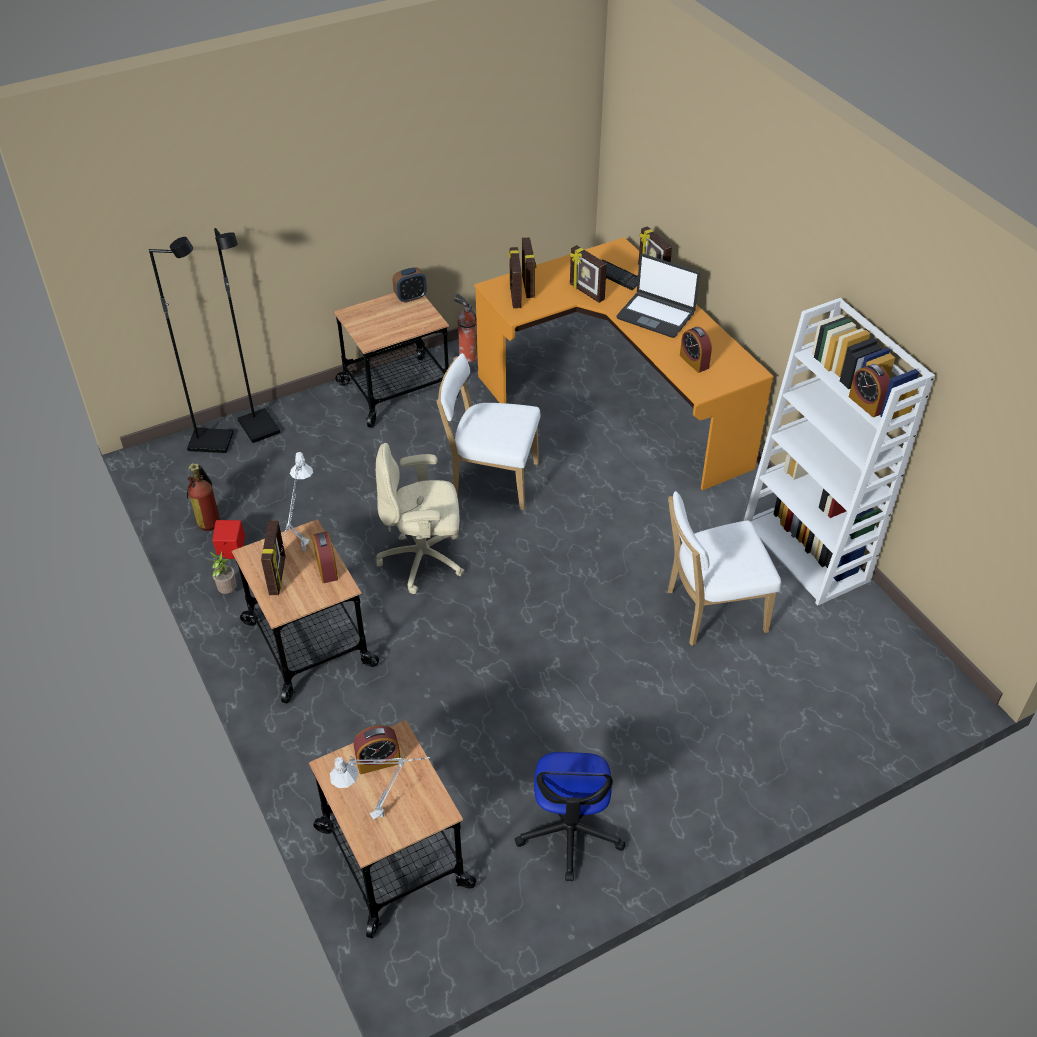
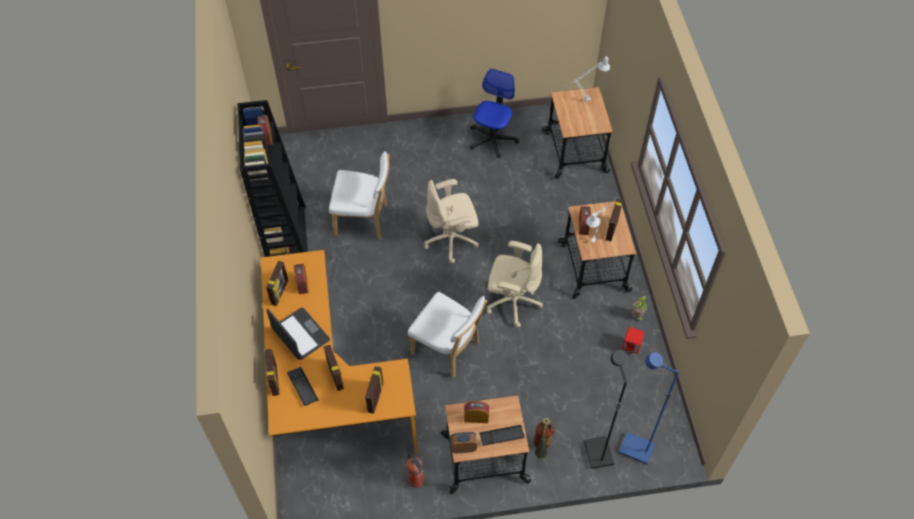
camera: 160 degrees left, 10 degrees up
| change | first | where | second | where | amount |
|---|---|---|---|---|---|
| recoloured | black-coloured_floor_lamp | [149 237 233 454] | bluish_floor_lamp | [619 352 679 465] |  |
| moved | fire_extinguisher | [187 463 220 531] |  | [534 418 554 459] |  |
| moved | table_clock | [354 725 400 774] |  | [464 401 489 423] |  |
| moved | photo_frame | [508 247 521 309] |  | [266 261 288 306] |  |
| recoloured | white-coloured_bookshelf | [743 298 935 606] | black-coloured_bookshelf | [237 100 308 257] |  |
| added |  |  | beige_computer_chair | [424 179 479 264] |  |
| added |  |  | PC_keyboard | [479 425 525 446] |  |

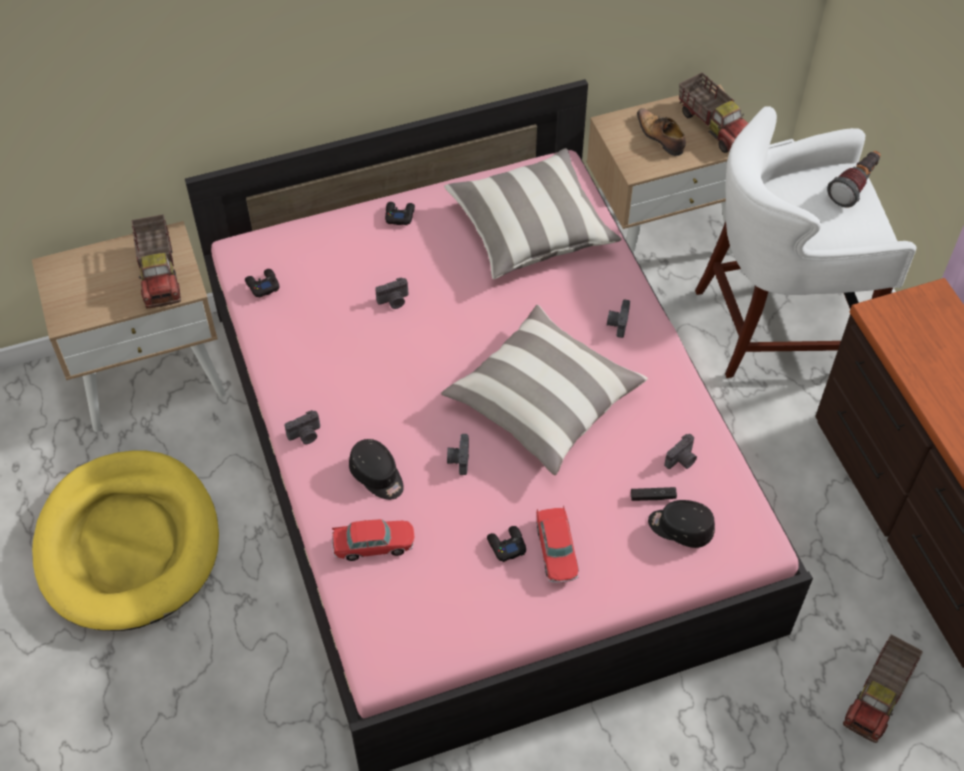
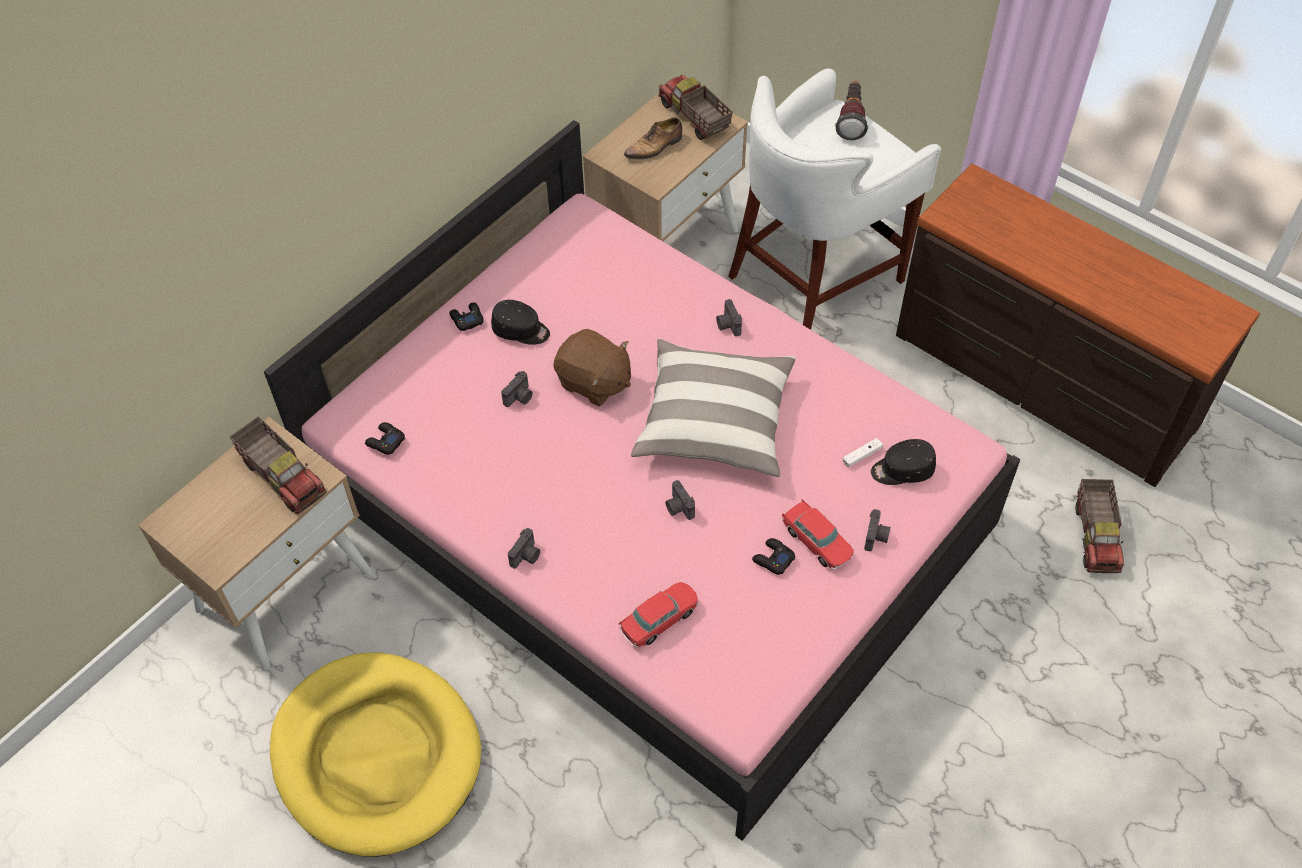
camera: 30 degrees left, 0 degrees up
| change | first | where | second | where | amount |
|---|---|---|---|---|---|
| moved | black-coloured_cap | [349 439 404 500] |  | [491 300 550 345] |  |
| removed | pillow | [444 148 621 279] |  |  |  |
| recoloured | black-coloured_game_controller | [631 487 677 501] | white-coloured_game_controller | [843 438 883 468] |  |
| turned | shoe | [637 108 686 156] |  | [624 117 682 159] | 60 degrees counterclockwise |
| moved | photo_camera | [664 434 697 469] |  | [864 509 890 551] |  |
| turned | toy_truck | [679 72 748 153] |  | [659 75 733 140] | 150 degrees counterclockwise |
| added |  |  | brown-coloured_cuddly_toy | [553 329 631 406] |  |

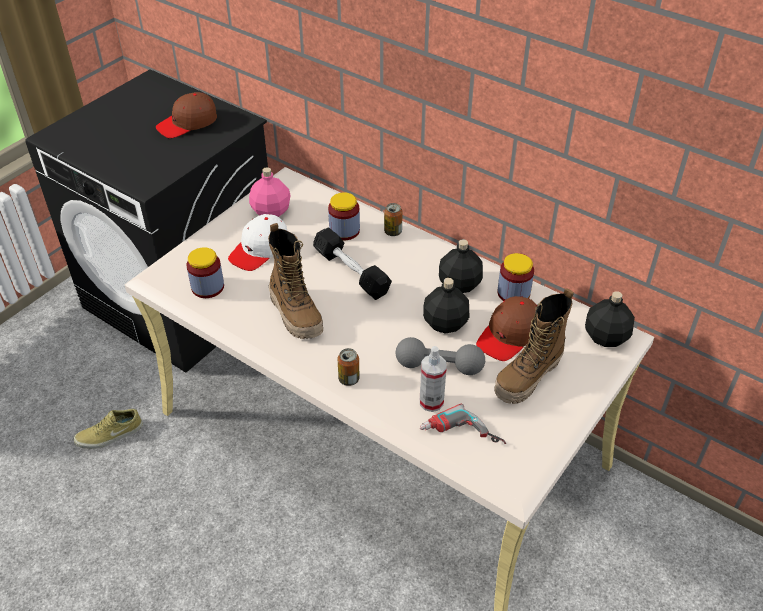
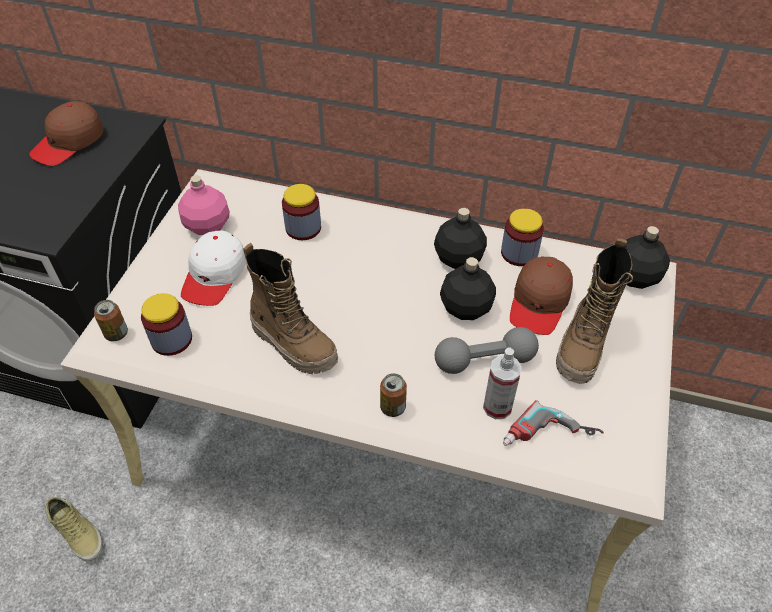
camera: 20 degrees left, 5 degrees up
| change | first | where | second | where | amount |
|---|---|---|---|---|---|
| turned | beige_shoe | [74 409 143 449] |  | [45 497 103 562] | 90 degrees counterclockwise |
| removed | black-coloured_hand_weight | [313 228 392 300] |  |  |  |
| moved | metal_can | [384 203 403 236] |  | [94 300 128 341] |  |

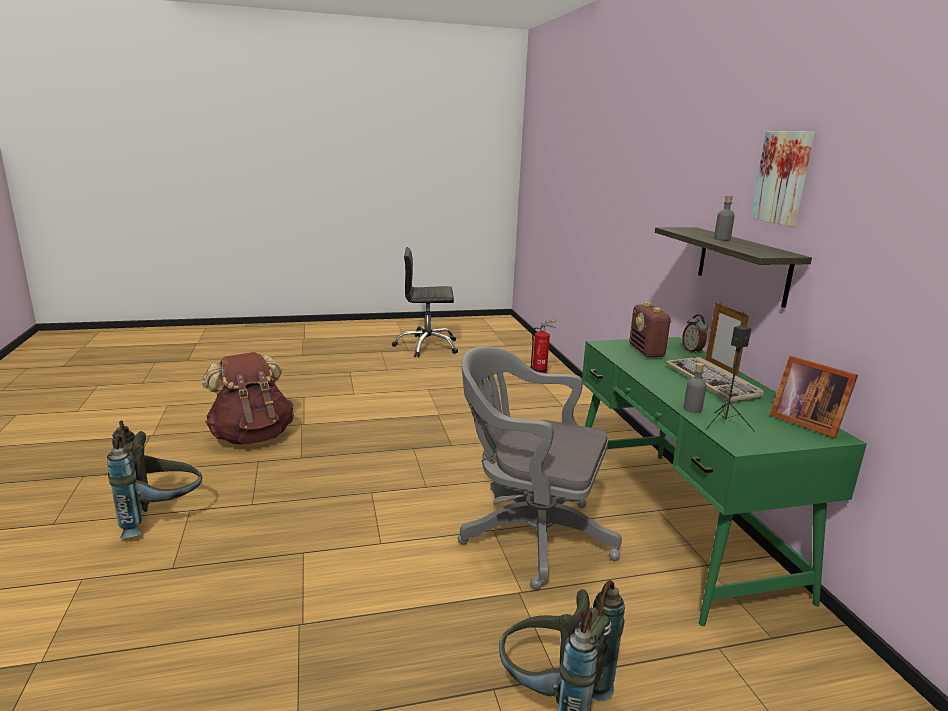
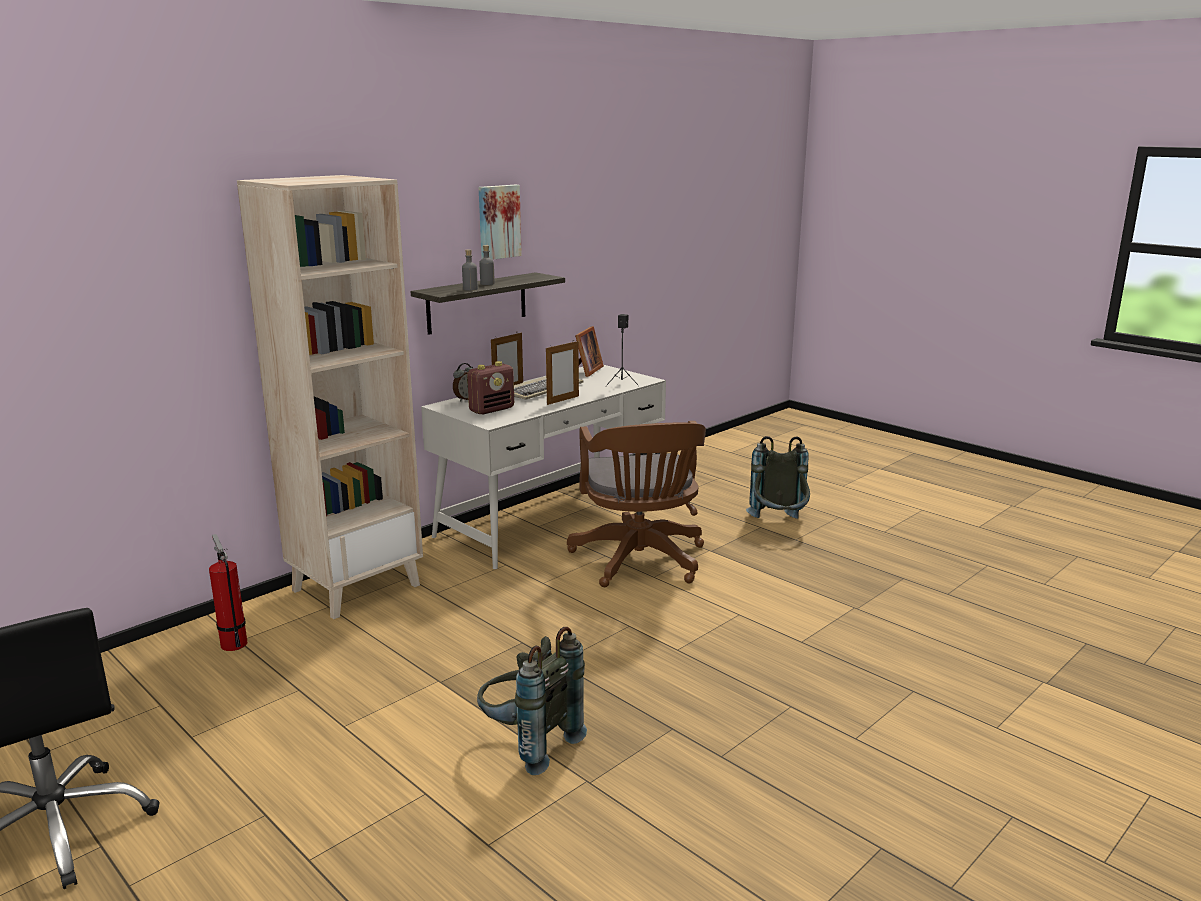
camera: 120 degrees left, 0 degrees up
| change | first | where | second | where | amount |
|---|---|---|---|---|---|
| moved | grey_backpack | [107 421 202 538] |  | [477 627 587 775] |  |
| removed | brown-coloured_backpack | [202 352 294 445] |  |  |  |
| recoloured | grey_computer_chair | [458 346 622 590] | brown-coloured_computer_chair | [567 421 706 587] |  |
| recoloured | green_desk | [582 337 867 626] | white-coloured_desk | [421 365 666 569] |  |
| moved | grey_beverage_bottle | [683 363 706 413] |  | [462 249 478 291] |  |
| added |  |  | beige_bookshelf | [237 175 423 619] |  |
| added |  |  | photo_frame | [546 341 579 405] |  |

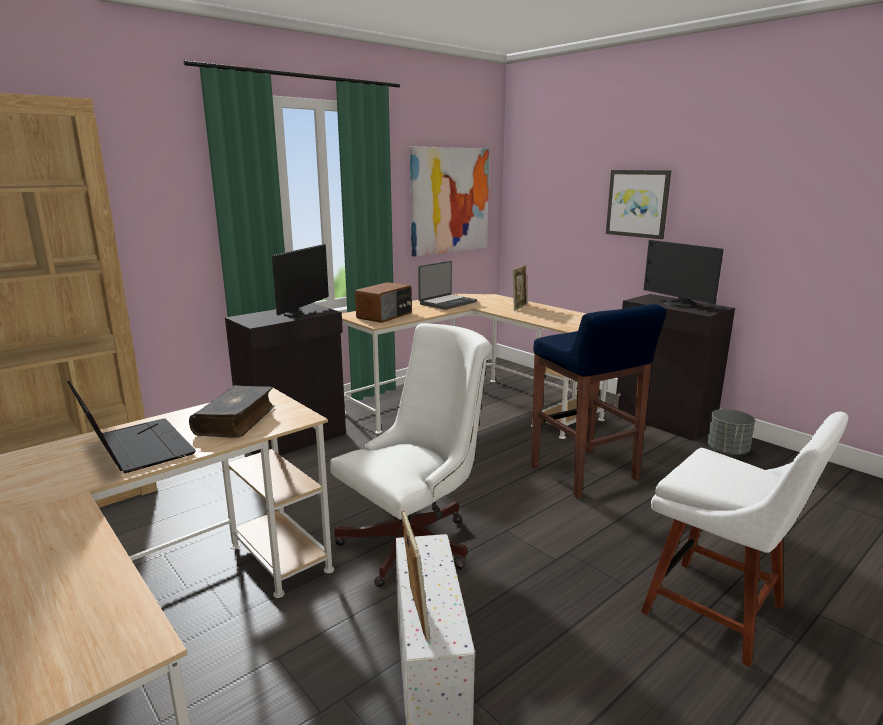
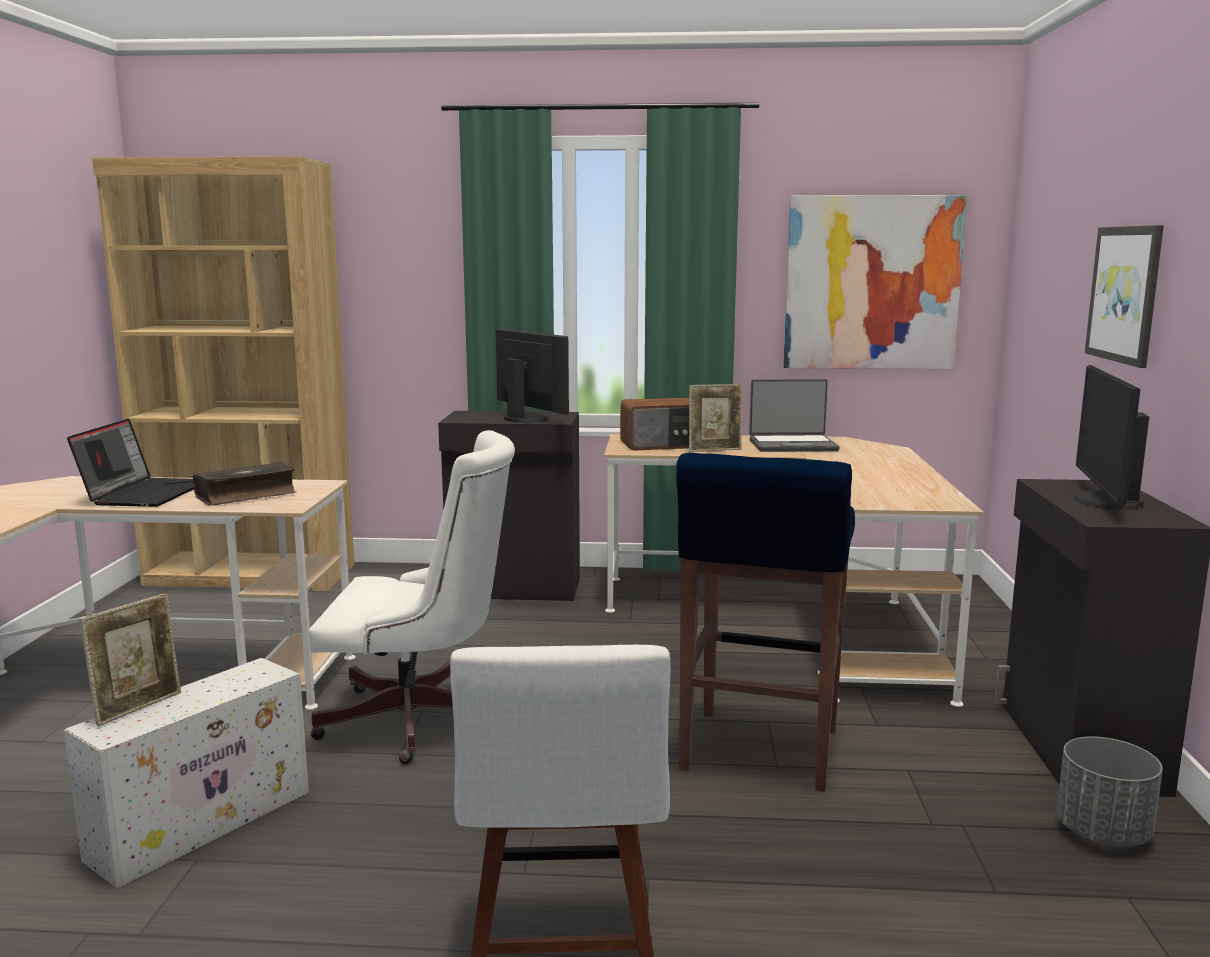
camera: 45 degrees right, 5 degrees down
| change | first | where | second | where | amount |
|---|---|---|---|---|---|
| turned | monitor | [272 244 329 318] |  | [496 328 569 423] | 105 degrees counterclockwise |
| moved | photo_frame | [512 265 527 311] |  | [689 384 742 452] |  |

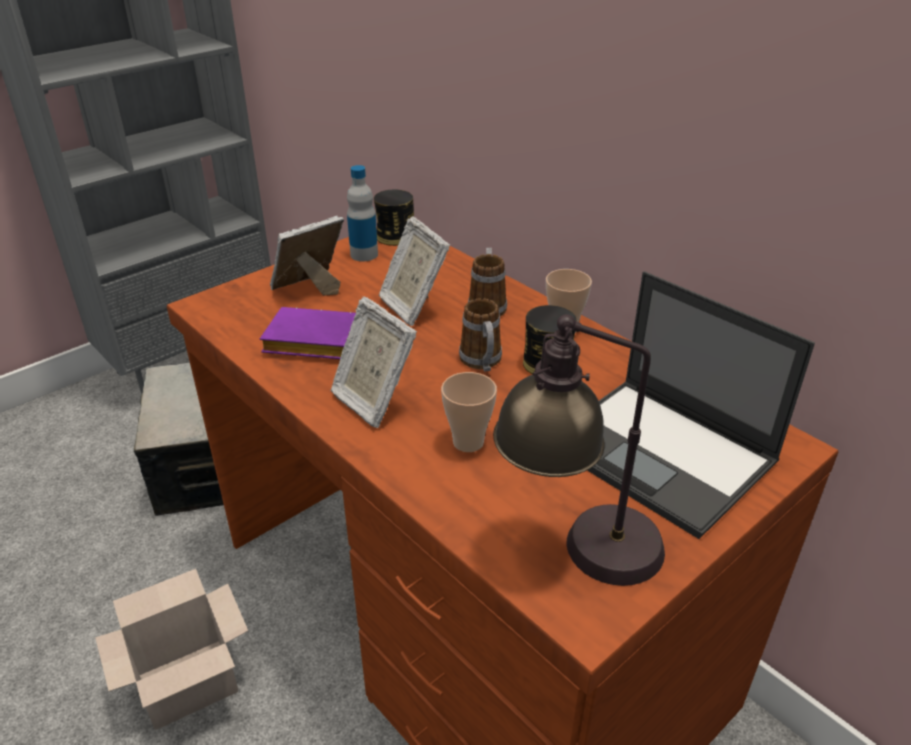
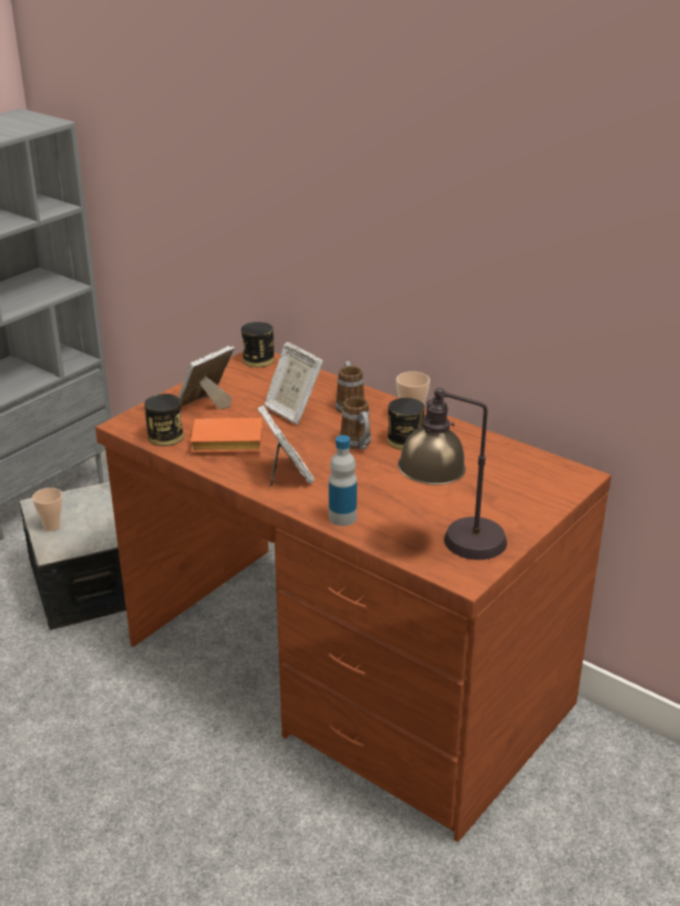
camera: 10 degrees left, 5 degrees down
| change | first | where | second | where | amount |
|---|---|---|---|---|---|
| removed | cardboard_box | [95 569 248 730] |  |  |  |
| recoloured | purple_volume | [260 307 356 359] | orange_volume | [190 417 263 452] |  |
| turned | photo_frame | [330 296 417 428] |  | [257 405 314 487] | 150 degrees counterclockwise |
| moved | beverage_bottle | [347 165 378 261] |  | [329 435 357 526] |  |
| moved | drinking_cup | [441 372 497 452] |  | [32 488 63 531] |  |
| removed | portable_computer | [587 271 815 539] |  |  |  |
| added |  |  | metal_can | [144 394 184 446] |  |

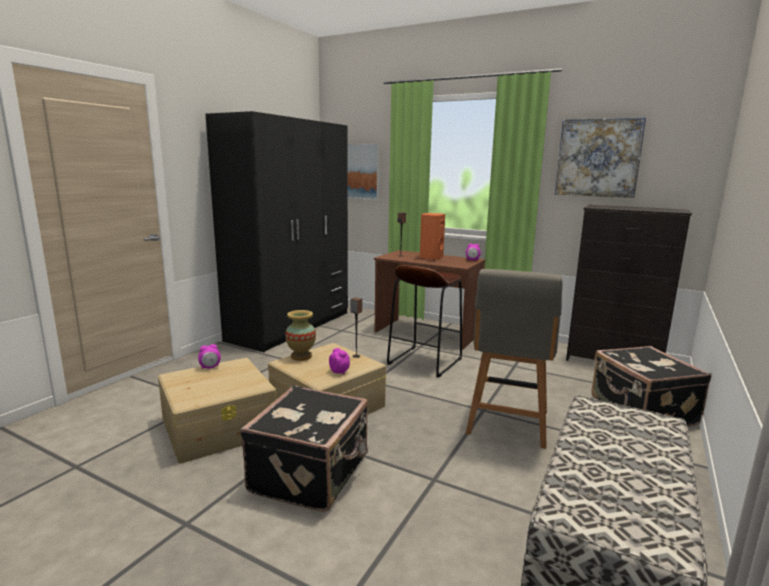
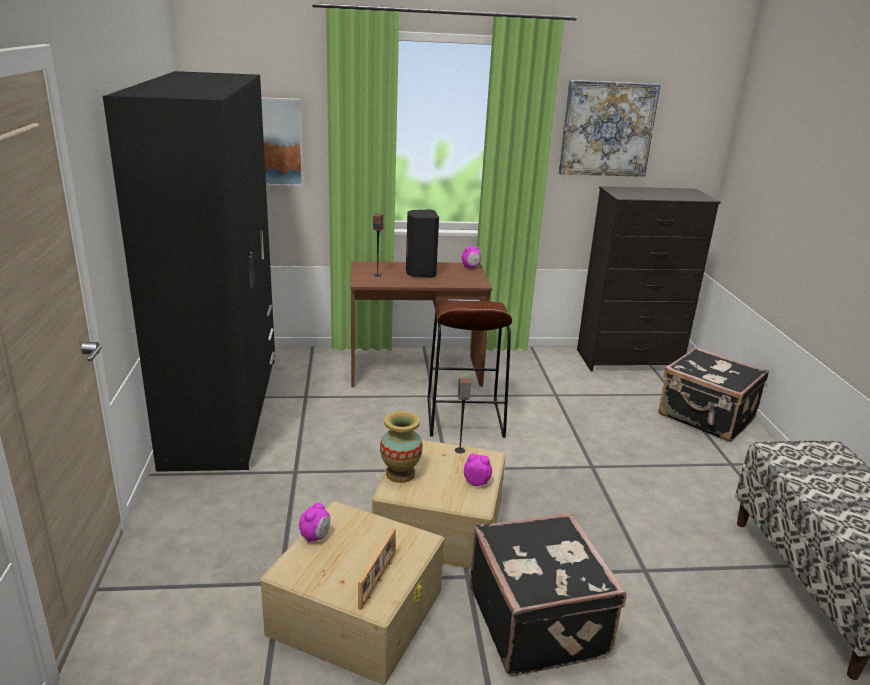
camera: 35 degrees left, 10 degrees up
| change | first | where | second | where | amount |
|---|---|---|---|---|---|
| recoloured | orange_speaker | [420 213 445 260] | black-coloured_speaker | [406 209 439 278] |  |
| removed | grey_upright_chair | [466 269 563 449] |  |  |  |
| added |  |  | photo_frame | [358 528 396 610] |  |

